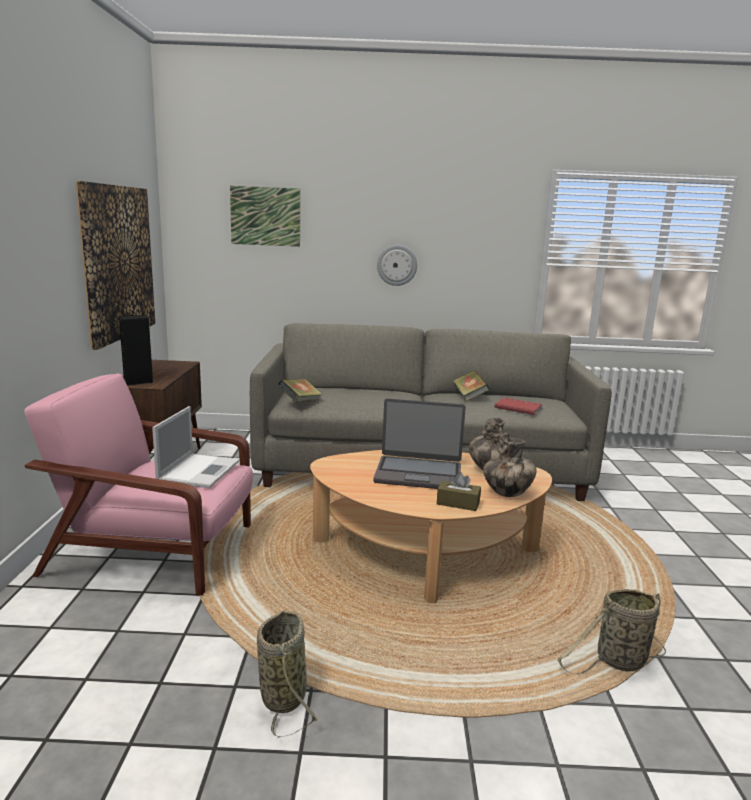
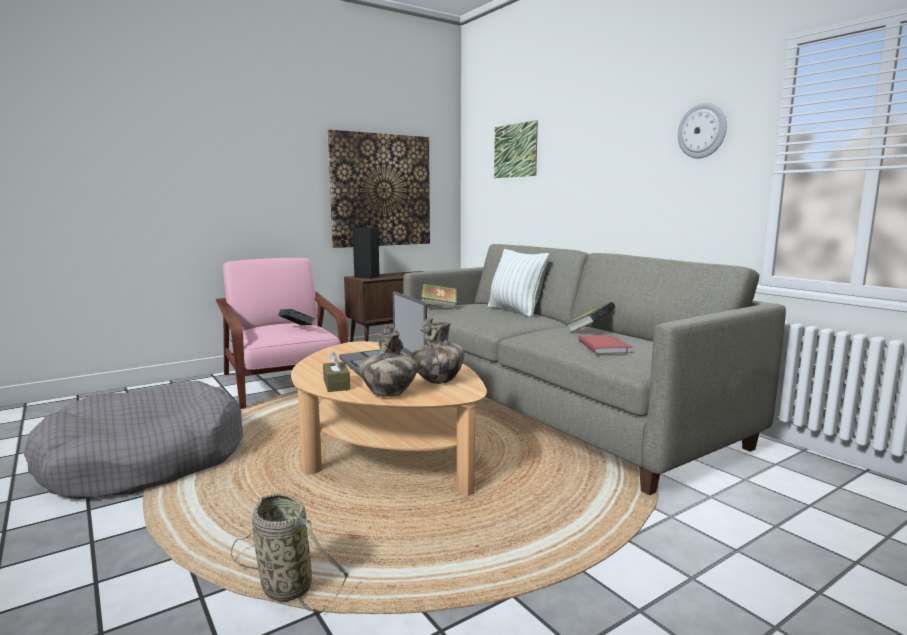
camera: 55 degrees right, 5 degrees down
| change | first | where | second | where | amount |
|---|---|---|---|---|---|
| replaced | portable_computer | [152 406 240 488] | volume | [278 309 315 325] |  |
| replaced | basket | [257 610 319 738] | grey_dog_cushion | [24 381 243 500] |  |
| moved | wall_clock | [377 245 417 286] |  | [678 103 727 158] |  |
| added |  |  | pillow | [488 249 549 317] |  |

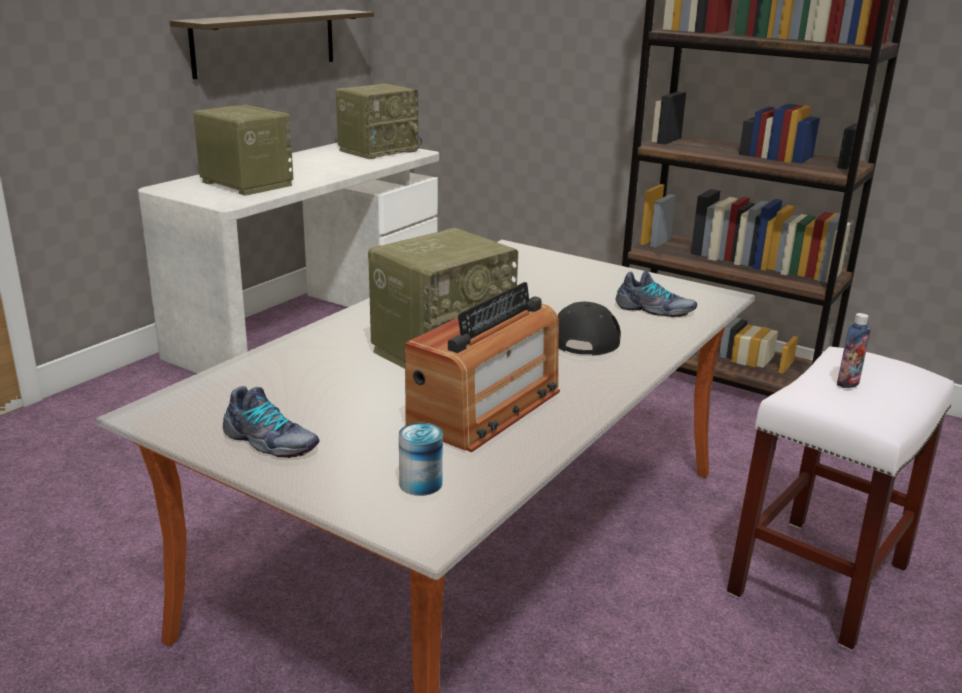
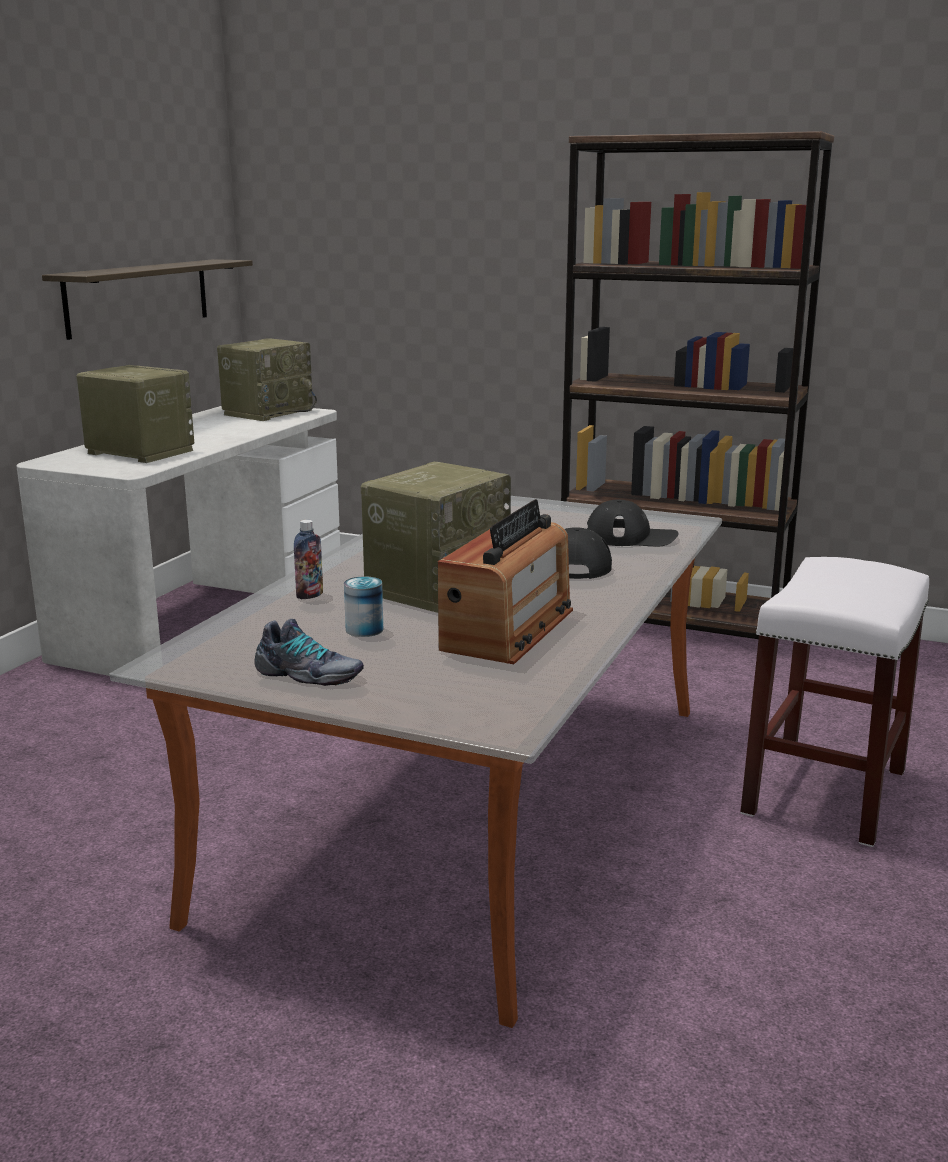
camera: 10 degrees left, 5 degrees down
| change | first | where | second | where | amount |
|---|---|---|---|---|---|
| moved | metal_can | [399 423 443 496] |  | [344 576 383 637] |  |
| replaced | shoe | [616 270 697 317] | black-coloured_cap | [587 500 679 546] |  |
| moved | beverage_bottle | [837 313 871 388] |  | [294 520 323 599] |  |

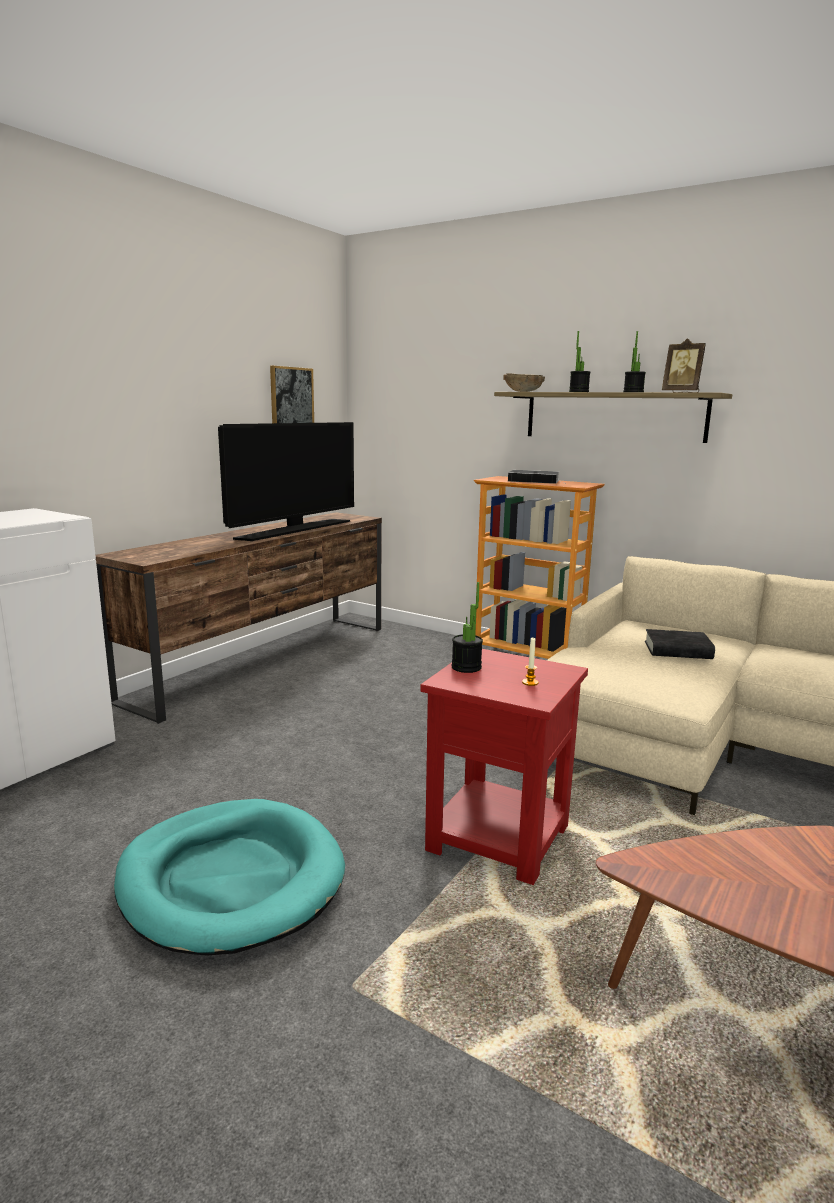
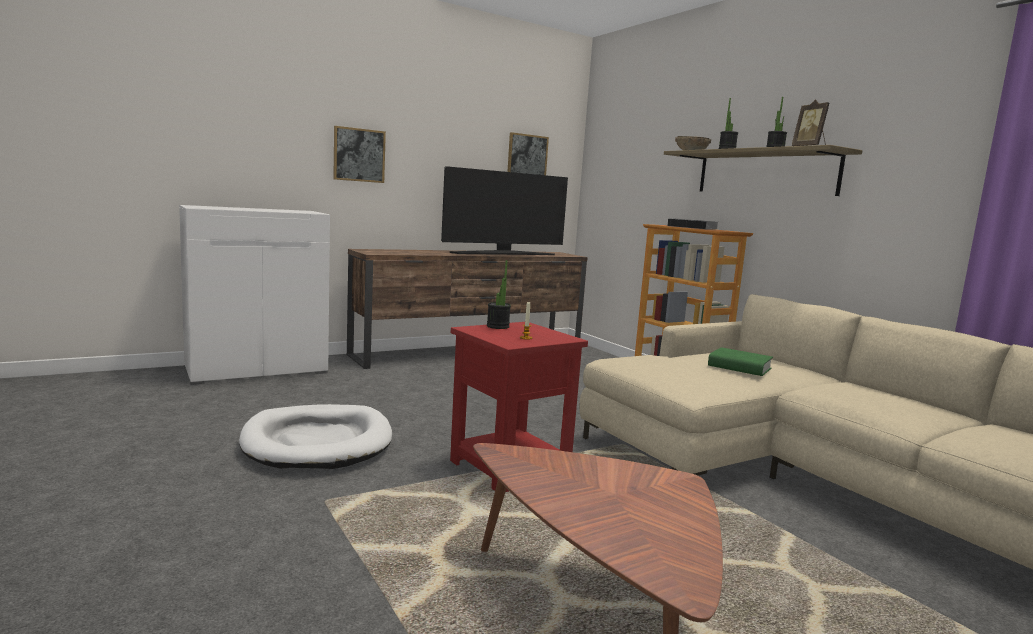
camera: 25 degrees right, 5 degrees down
| change | first | where | second | where | amount |
|---|---|---|---|---|---|
| recoloured | blue-green_dog_cushion | [114 799 345 956] | white-coloured_dog_cushion | [239 404 392 469] |  |
| recoloured | black-coloured_volume | [645 629 715 659] | green_volume | [708 347 773 376] |  |
| added |  |  | picture | [333 126 386 183] |  |

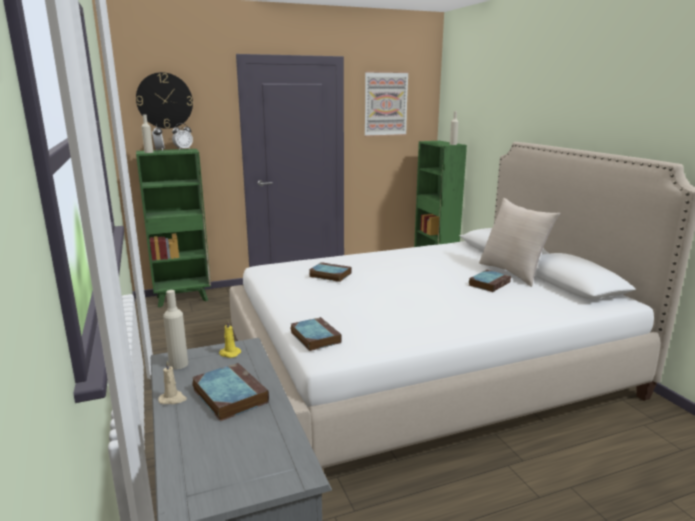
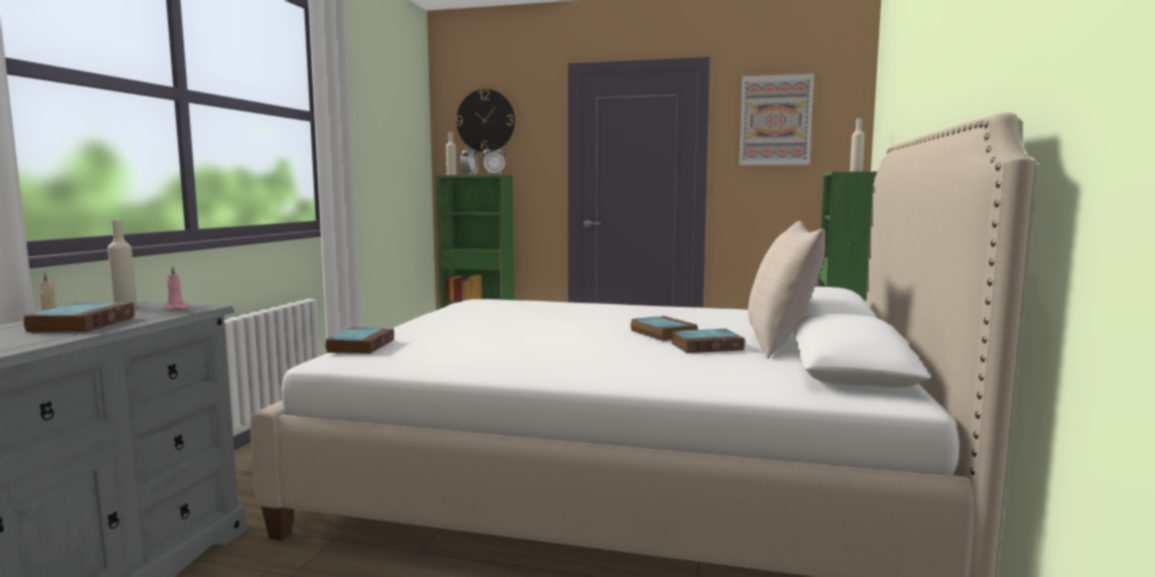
camera: 35 degrees right, 10 degrees down
| change | first | where | second | where | amount |
|---|---|---|---|---|---|
| recoloured | yellow_wax_light | [219 320 241 358] | pink_wax_light | [164 265 189 310] |  |
| moved | volume | [309 262 351 282] |  | [631 316 697 341] |  |

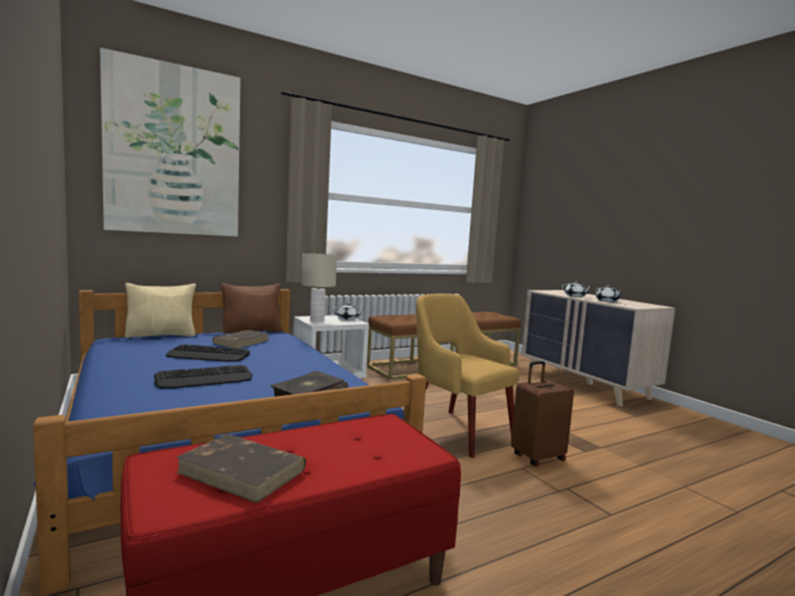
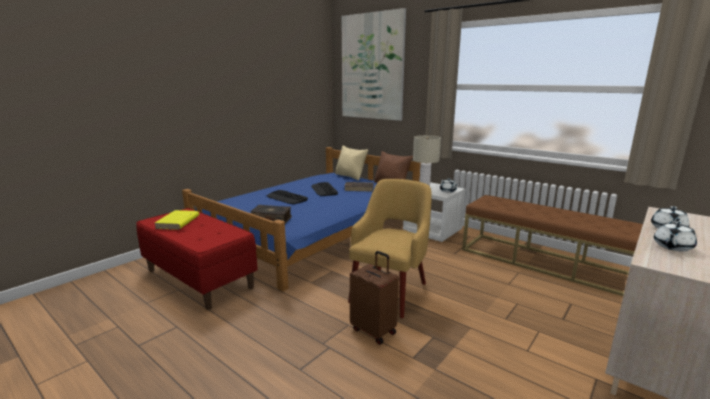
camera: 70 degrees right, 10 degrees up
| change | first | where | second | where | amount |
|---|---|---|---|---|---|
| recoloured | brown-coloured_volume | [176 434 306 503] | yellow_volume | [155 210 199 230] |  |

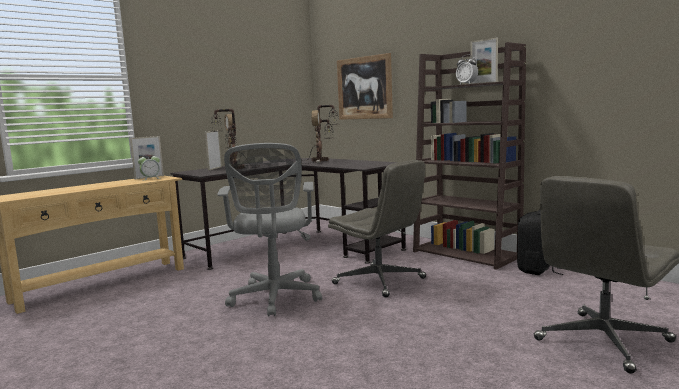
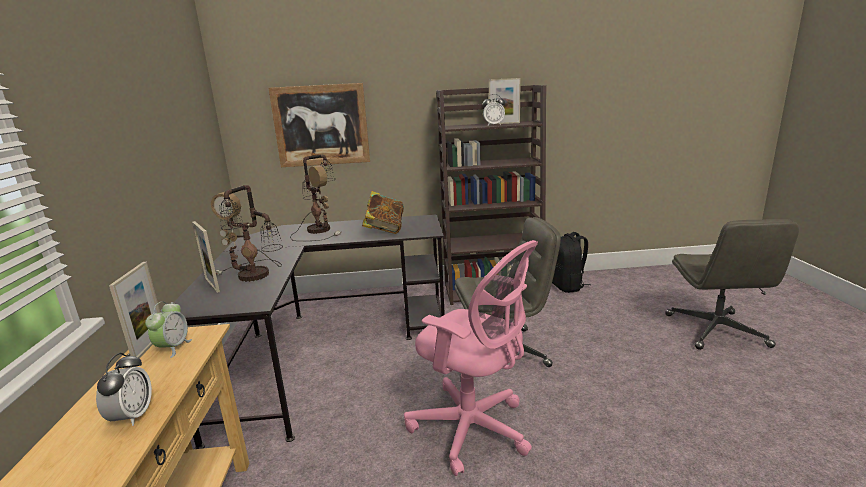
camera: 50 degrees left, 10 degrees up
| change | first | where | second | where | amount |
|---|---|---|---|---|---|
| recoloured | grey_computer_chair | [217 143 322 317] | pink_computer_chair | [404 240 538 476] |  |
| added |  |  | table_clock | [96 353 152 426] |  |
| added |  |  | volume | [362 191 404 234] |  |

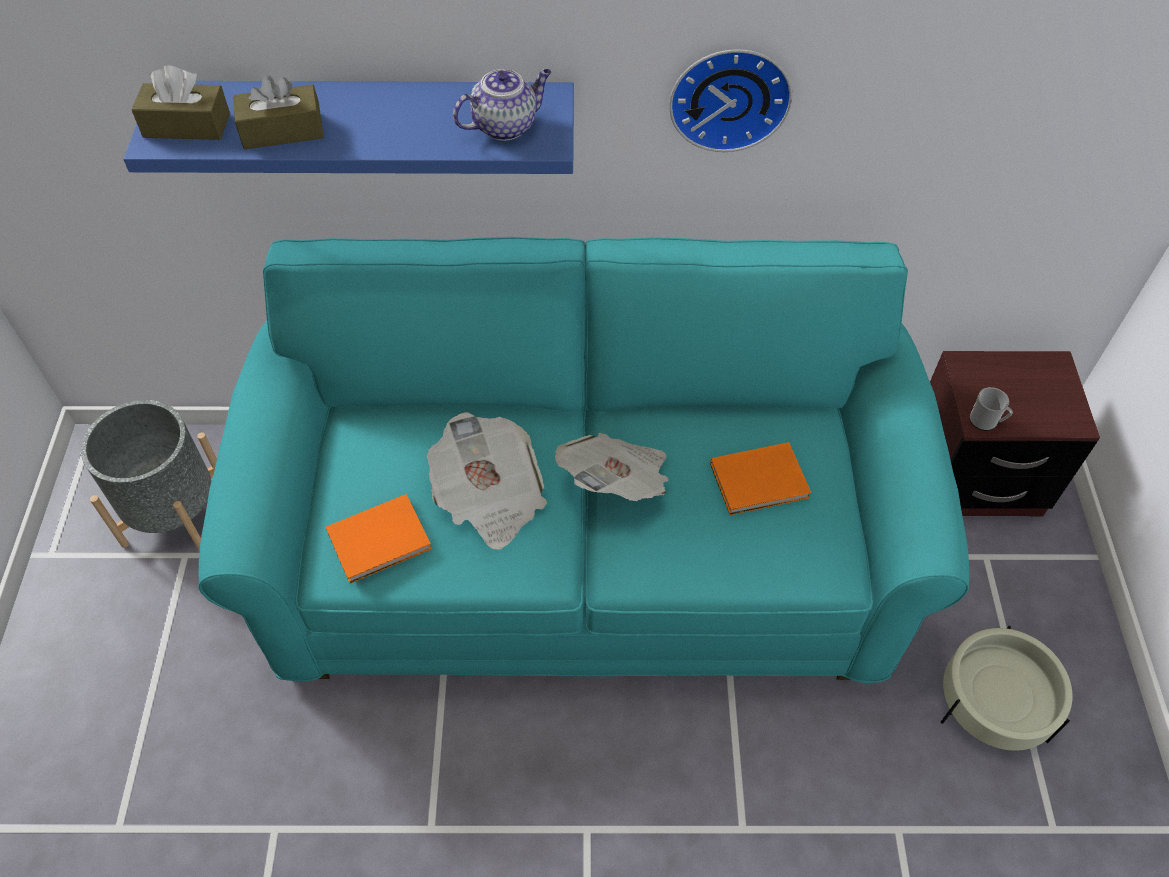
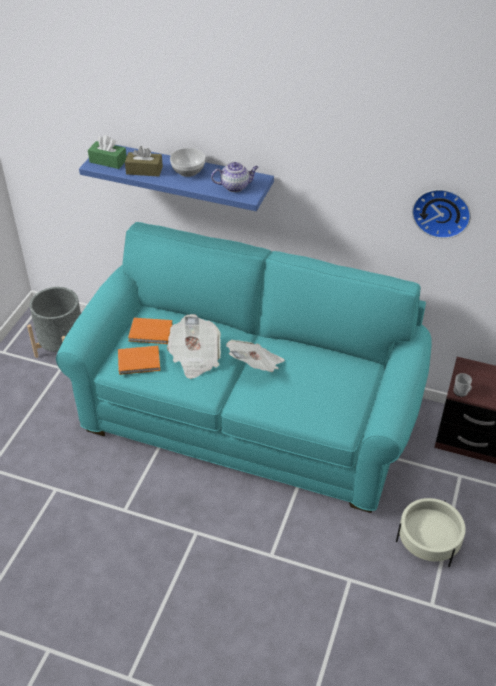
camera: 20 degrees right, 10 degrees down
| change | first | where | second | where | amount |
|---|---|---|---|---|---|
| recoloured | brown-coloured_box_of_tissues | [131 66 230 140] | green_box_of_tissues | [88 135 127 169] |  |
| moved | wall_clock | [669 49 792 152] |  | [412 189 471 239] |  |
| moved | orange_volume | [710 442 811 515] |  | [128 318 172 344] |  |
| added |  |  | bowl | [170 148 205 177] |  |

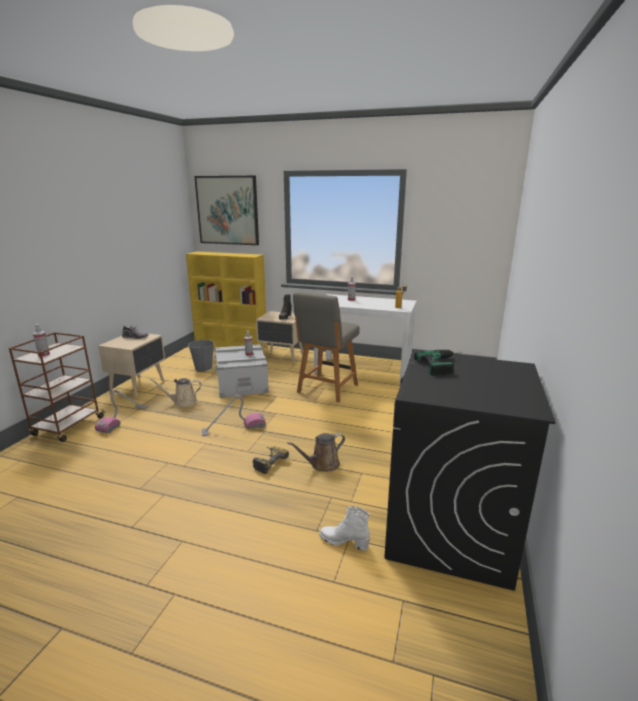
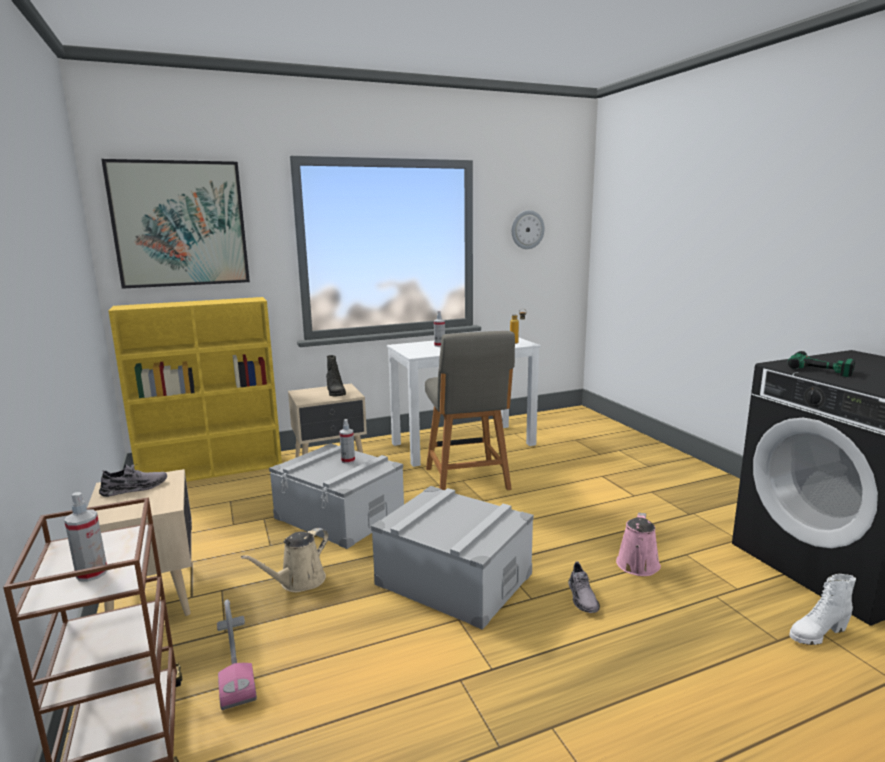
camera: 40 degrees left, 5 degrees down
| change | first | where | second | where | amount |
|---|---|---|---|---|---|
| removed | grey_water_bucket | [188 339 214 371] |  |  |  |
| replaced | vacuum | [202 395 266 436] | grey_storage_box | [371 486 534 630] |  |
| replaced | electric_drill | [253 446 289 474] | grey_shoe | [568 562 600 613] |  |
| recoloured | brown-coloured_watering_can | [287 433 345 472] | pink_watering_can | [616 513 661 576] |  |
| added |  |  | wall_clock | [512 210 545 249] |  |

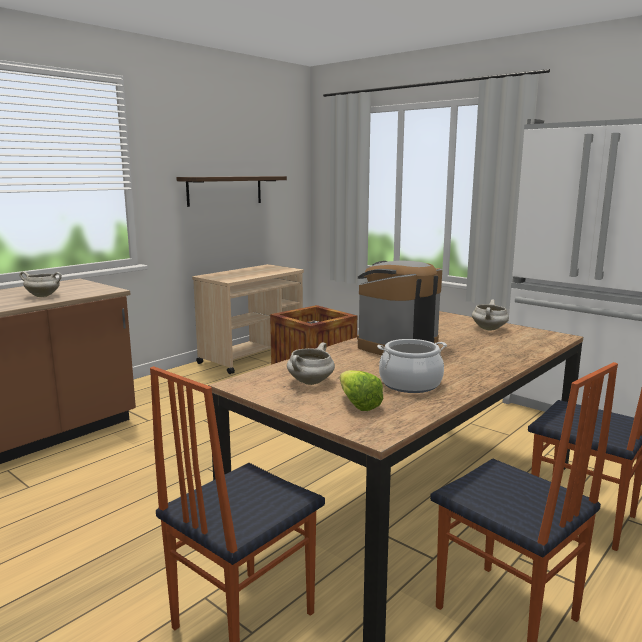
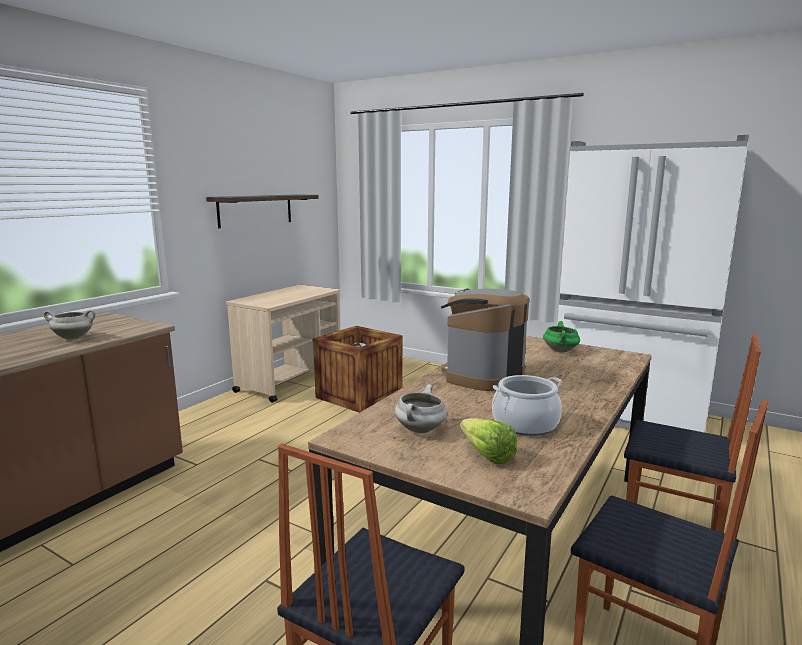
camera: 10 degrees left, 0 degrees up
| change | first | where | second | where | amount |
|---|---|---|---|---|---|
| recoloured | white-coloured_stockpot | [472 300 509 330] | green_stockpot | [543 321 580 353] |  |

